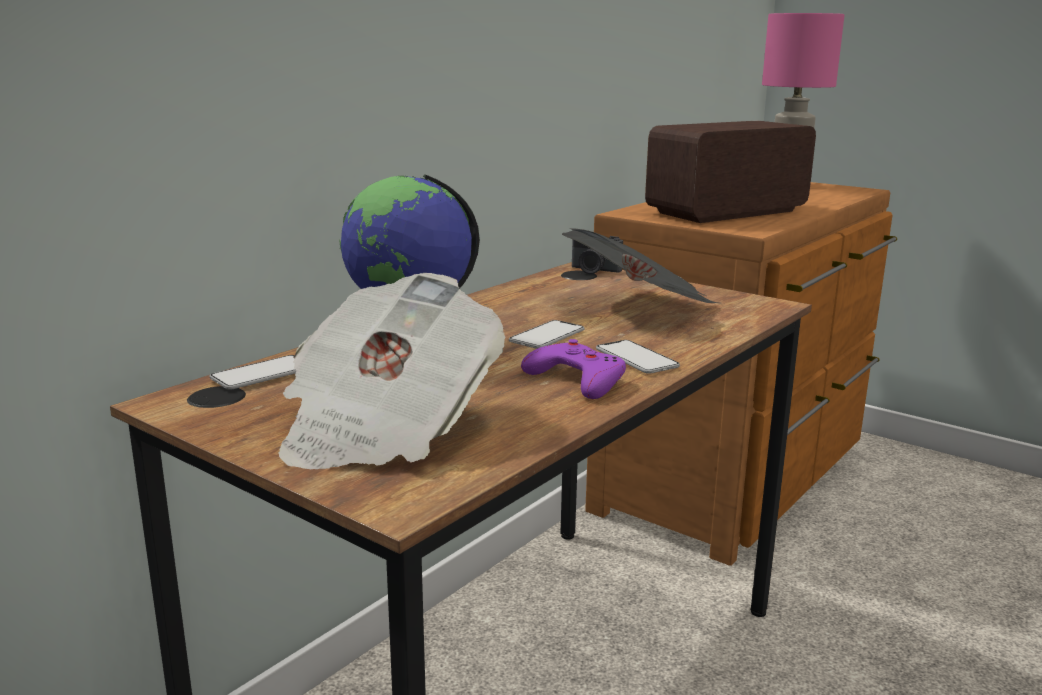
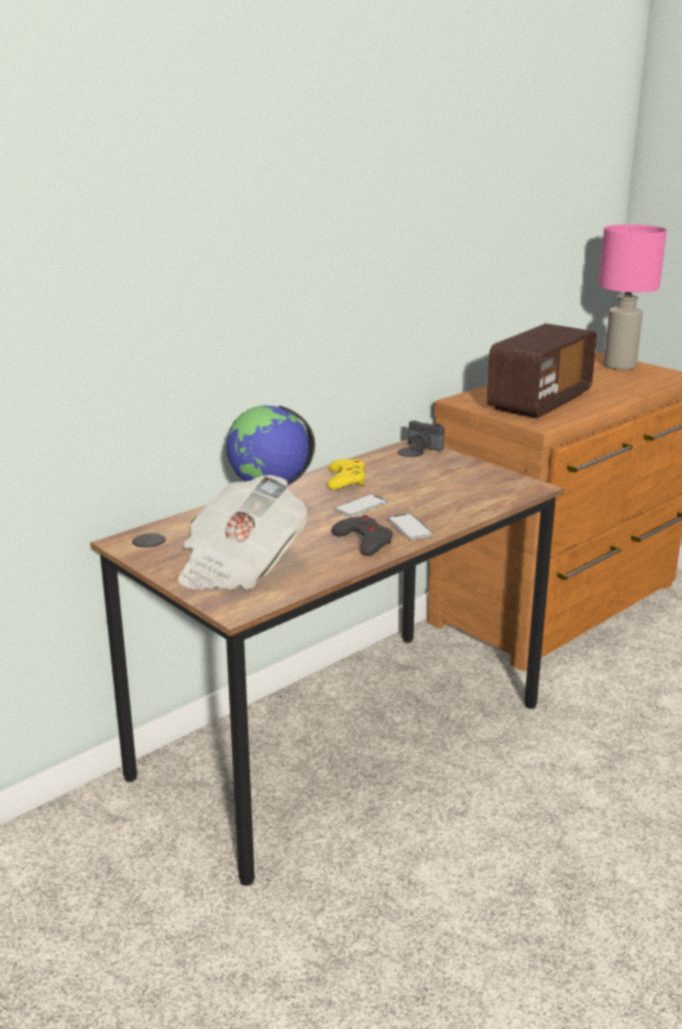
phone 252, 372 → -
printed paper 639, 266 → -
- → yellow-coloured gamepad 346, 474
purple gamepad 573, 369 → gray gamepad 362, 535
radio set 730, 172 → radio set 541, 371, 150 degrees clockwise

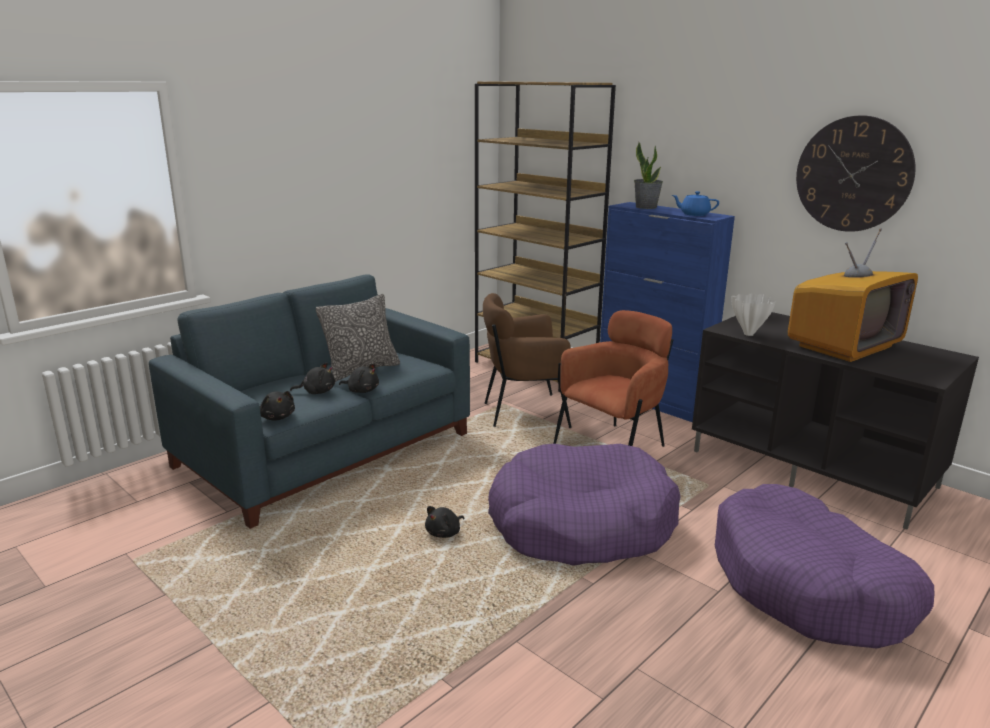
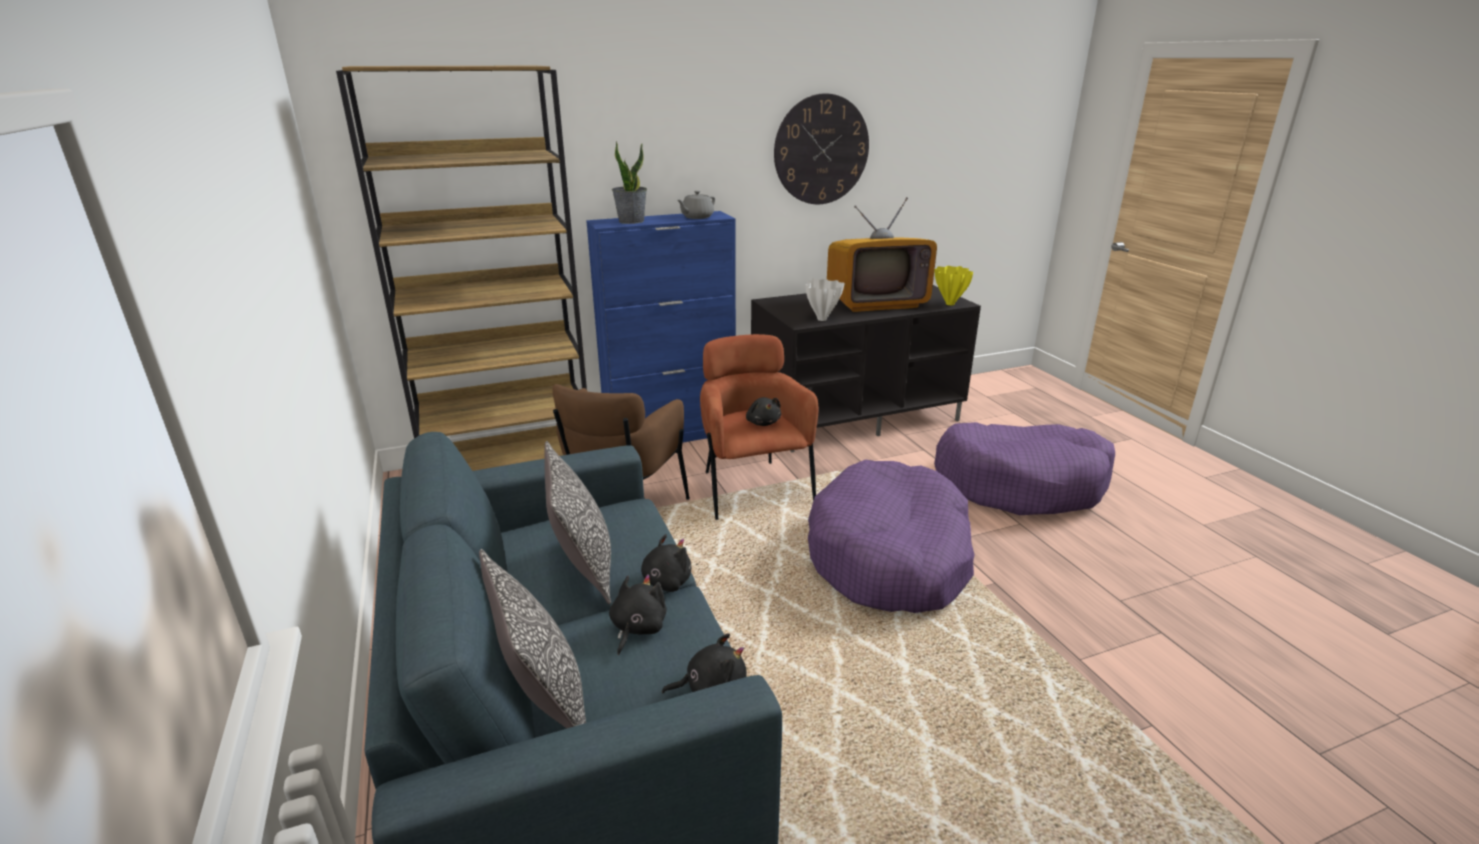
- → cushion 532, 639
- → yellow-coloured flower vase 954, 285
blackish cuddly toy 444, 522 → blackish cuddly toy 763, 411, relocated
blue-coloured teapot 695, 203 → gray teapot 696, 205
TV 853, 295 → TV 882, 254, 90 degrees clockwise

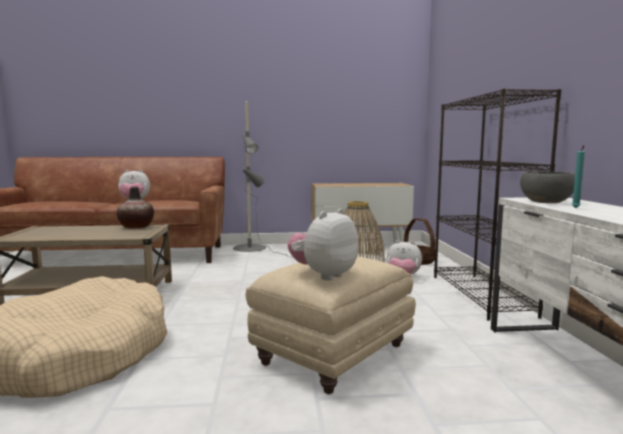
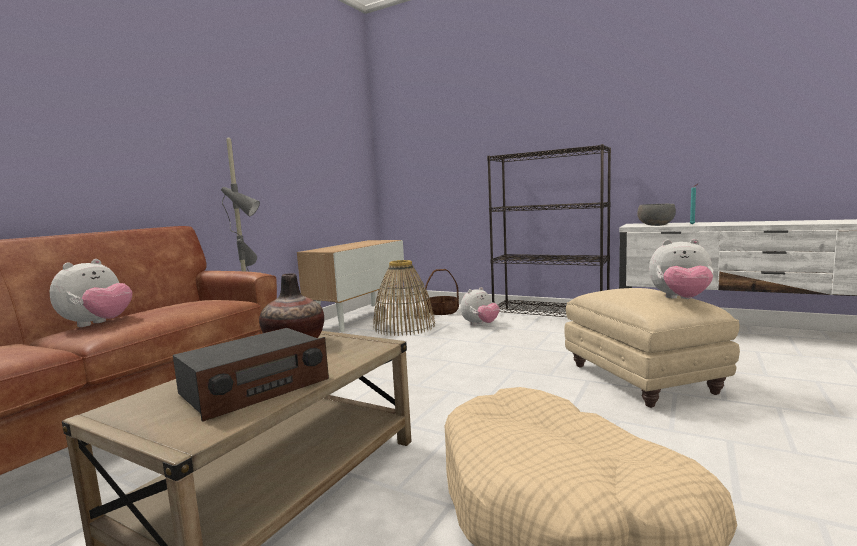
- → radio set 251, 375
cuddly toy 323, 244 → cuddly toy 681, 269, 60 degrees counterclockwise

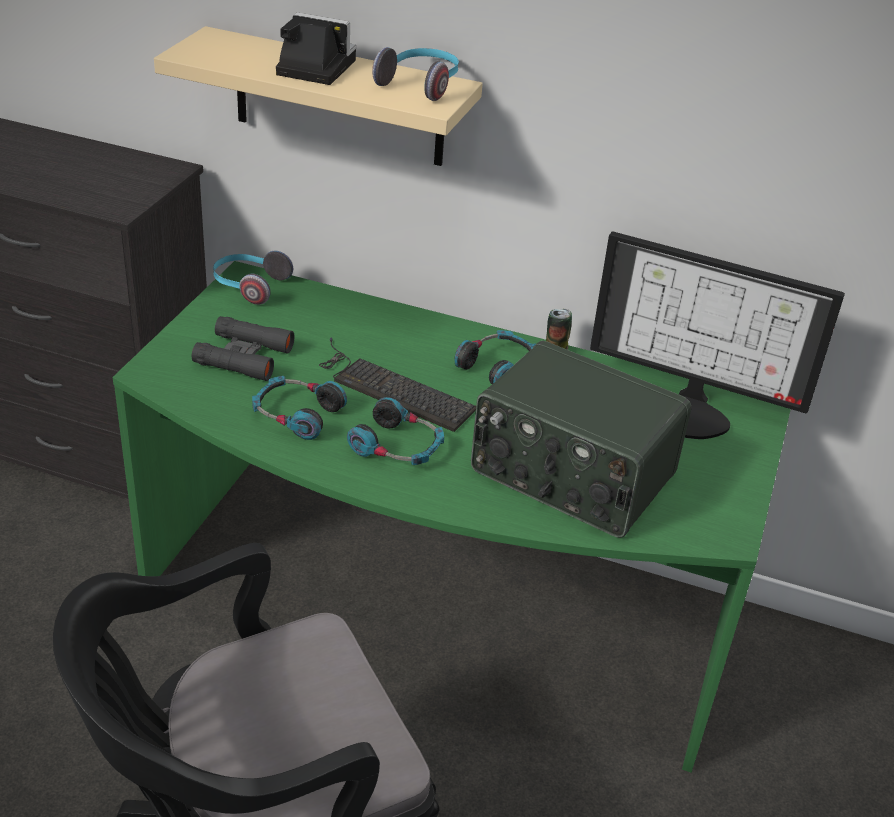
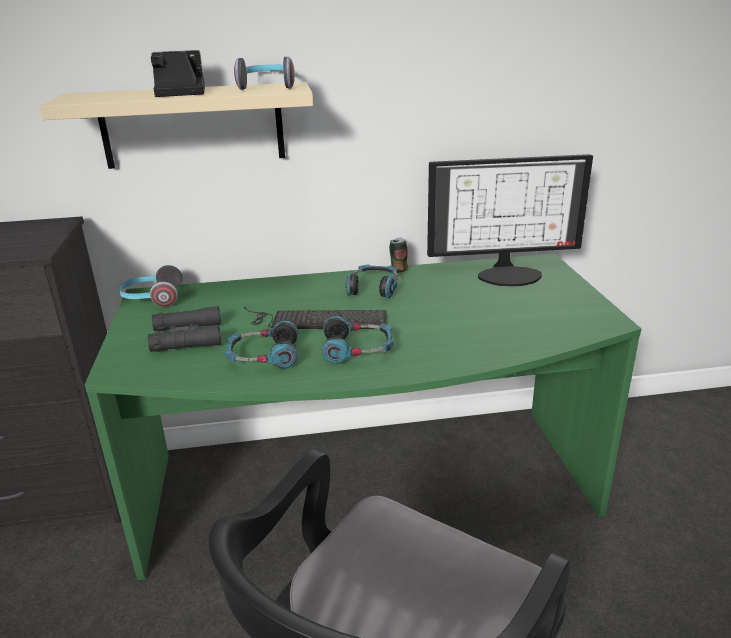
radio set 581, 439 → -

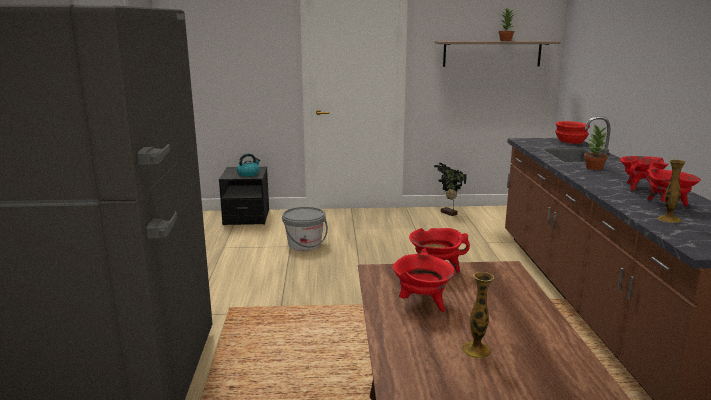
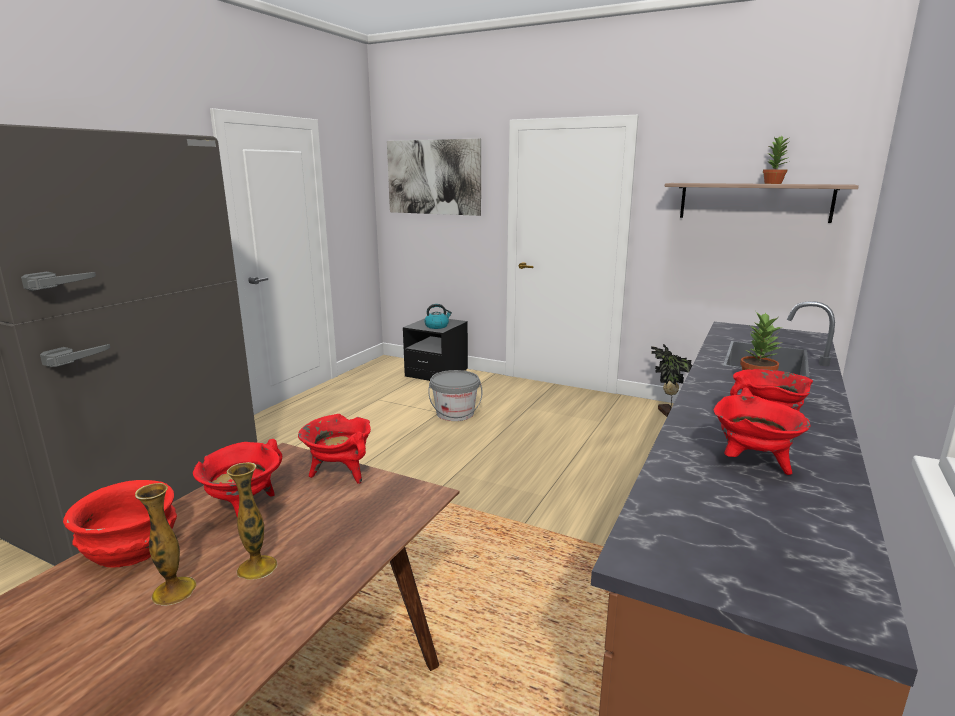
- → picture 434, 177
reddish serving bowl 572, 132 → reddish serving bowl 120, 523, relocated
flower vase 672, 191 → flower vase 252, 521, relocated

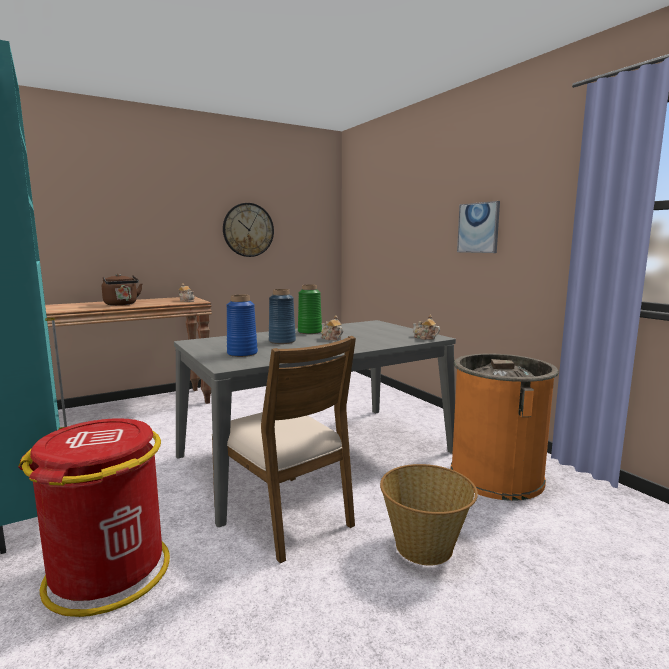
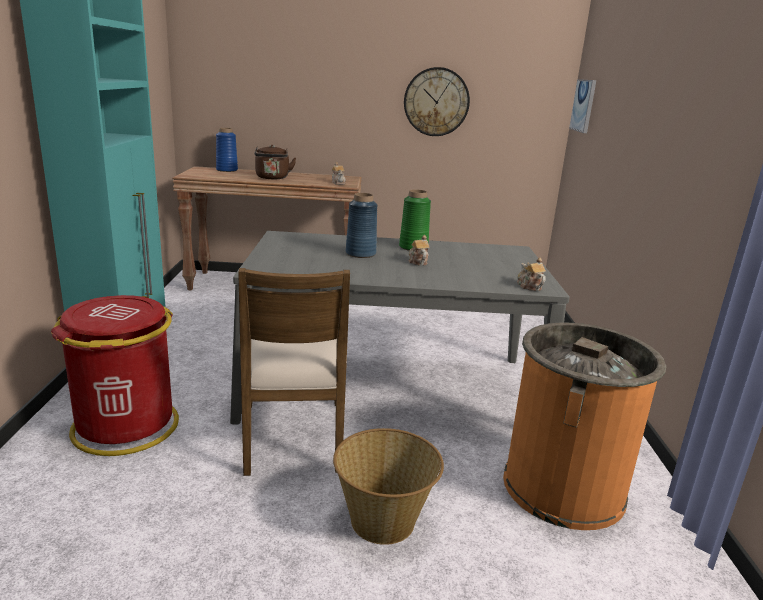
blue-coloured flower vase 242, 326 → blue-coloured flower vase 227, 150, relocated
picture 478, 227 → picture 582, 106, relocated

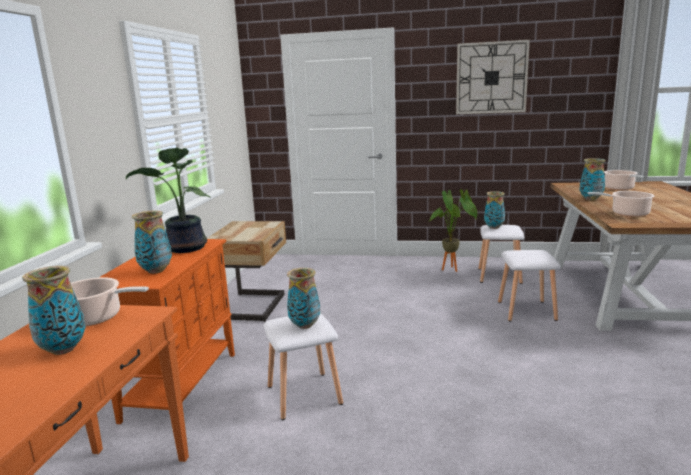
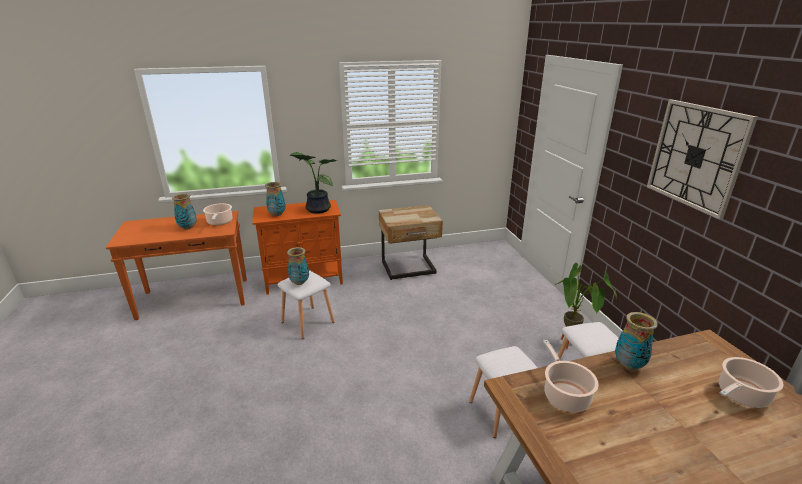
flower vase 494, 210 → -

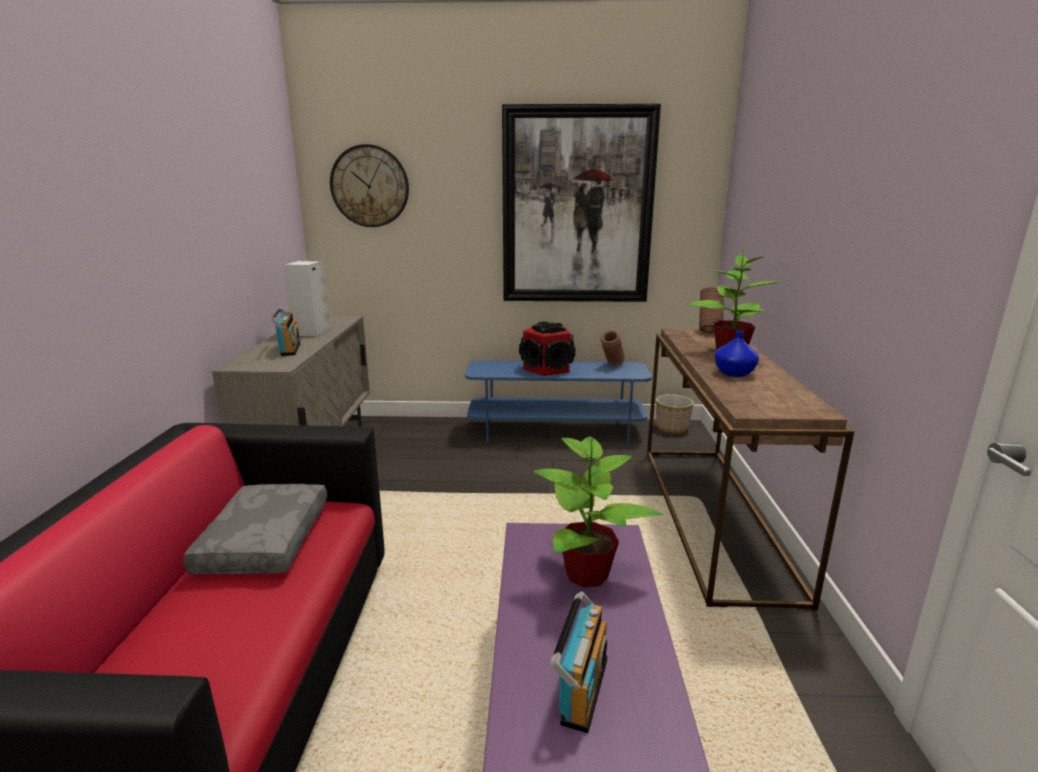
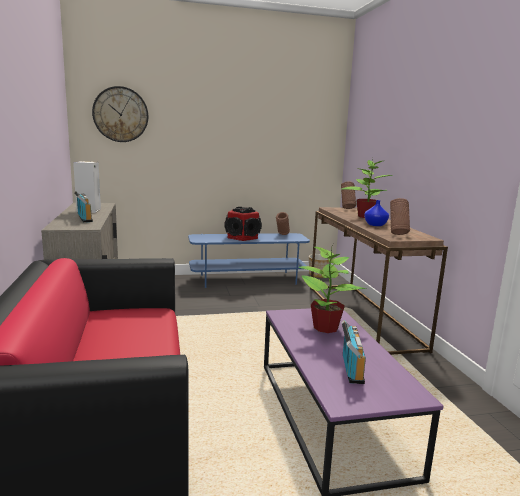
gray cushion 255, 529 → -
picture 581, 203 → -
- → brown-coloured flower vase 400, 216

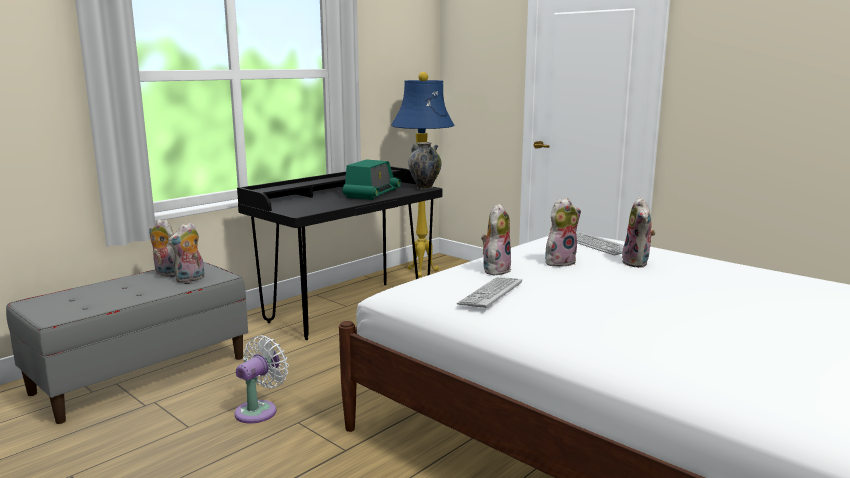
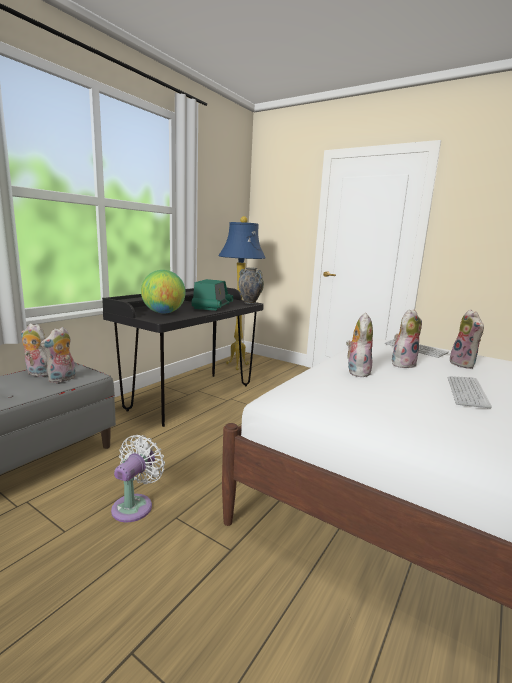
- → desk globe 163, 292
keyboard 489, 292 → keyboard 469, 392, relocated

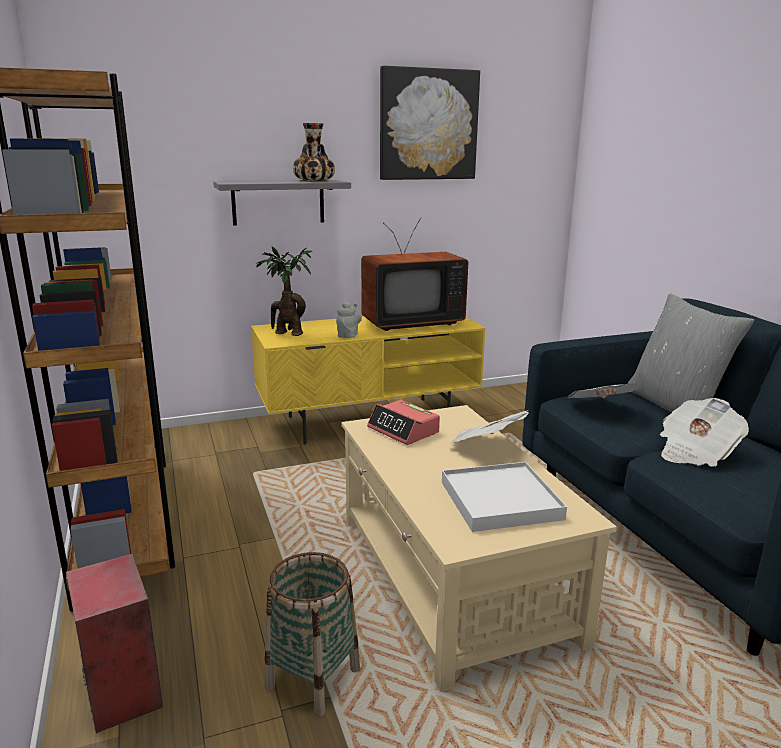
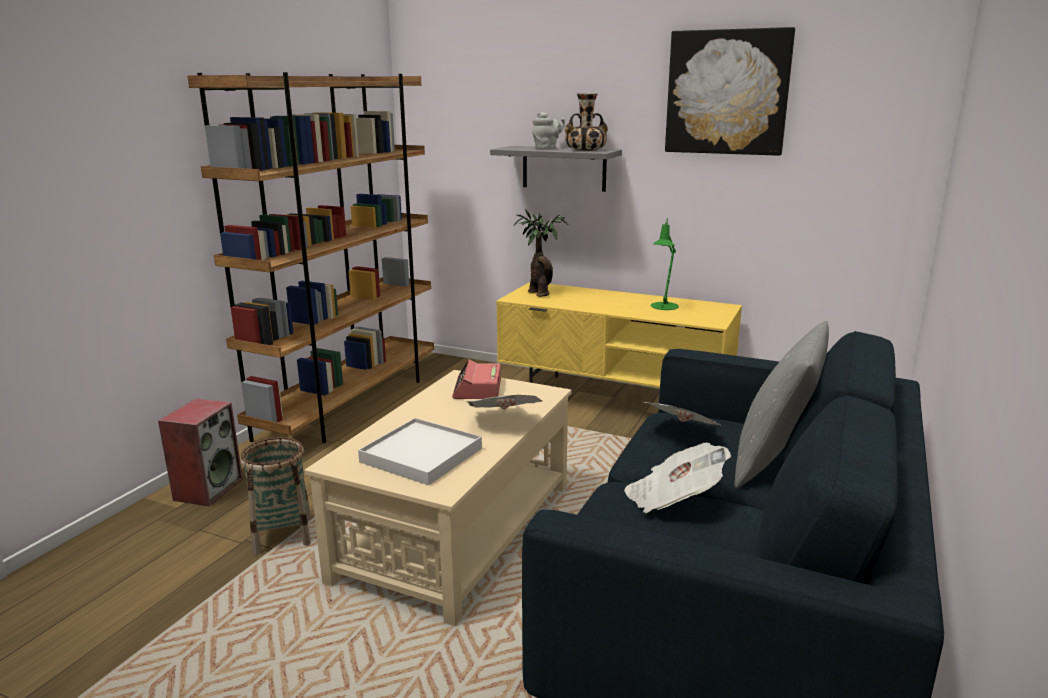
gray teapot 349, 319 → gray teapot 548, 130, relocated
TV 414, 274 → green-coloured lamp for a table 665, 264

